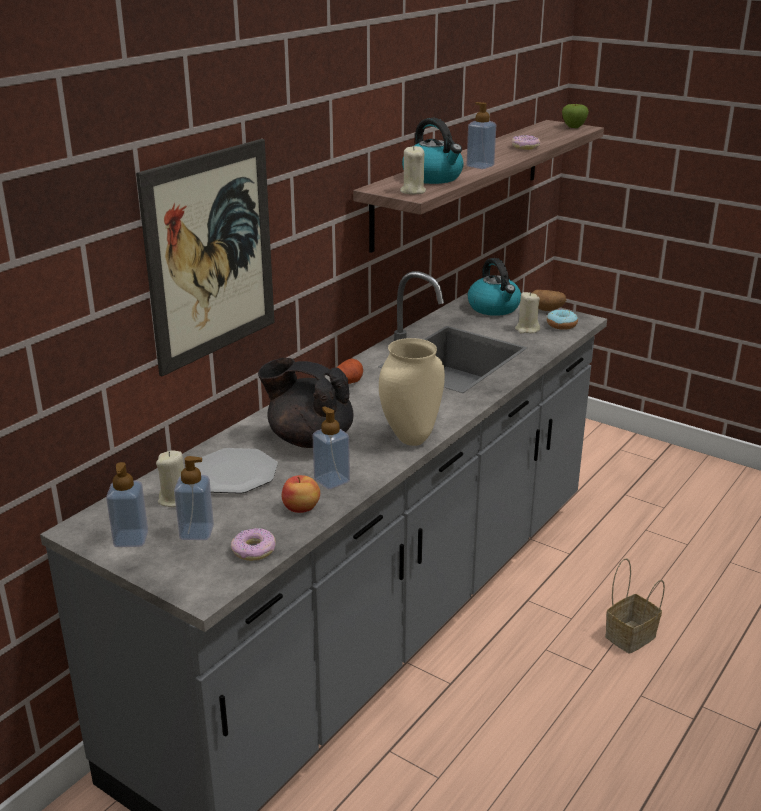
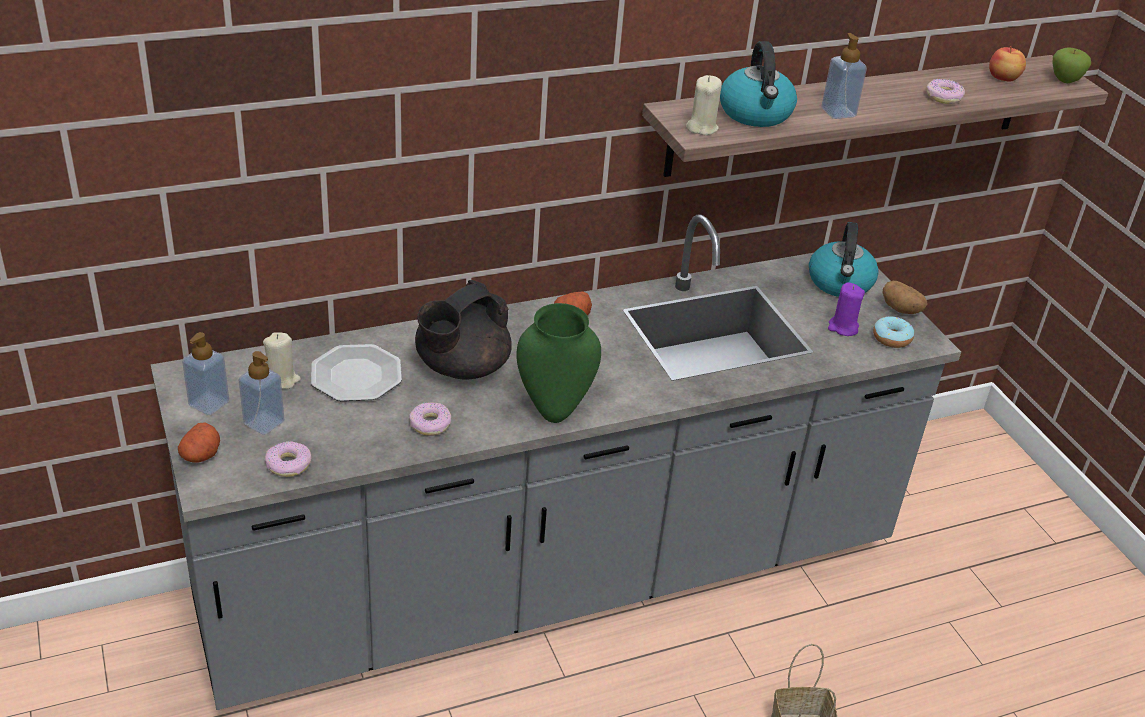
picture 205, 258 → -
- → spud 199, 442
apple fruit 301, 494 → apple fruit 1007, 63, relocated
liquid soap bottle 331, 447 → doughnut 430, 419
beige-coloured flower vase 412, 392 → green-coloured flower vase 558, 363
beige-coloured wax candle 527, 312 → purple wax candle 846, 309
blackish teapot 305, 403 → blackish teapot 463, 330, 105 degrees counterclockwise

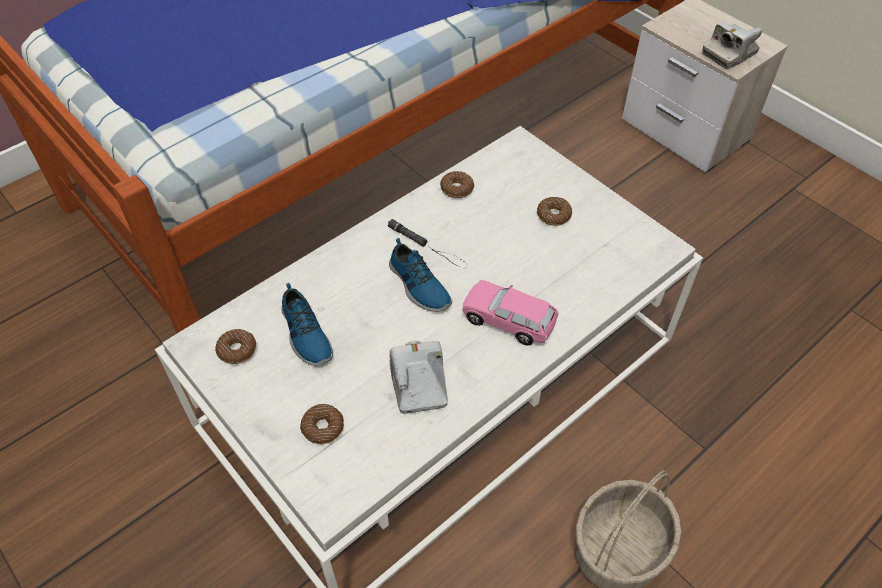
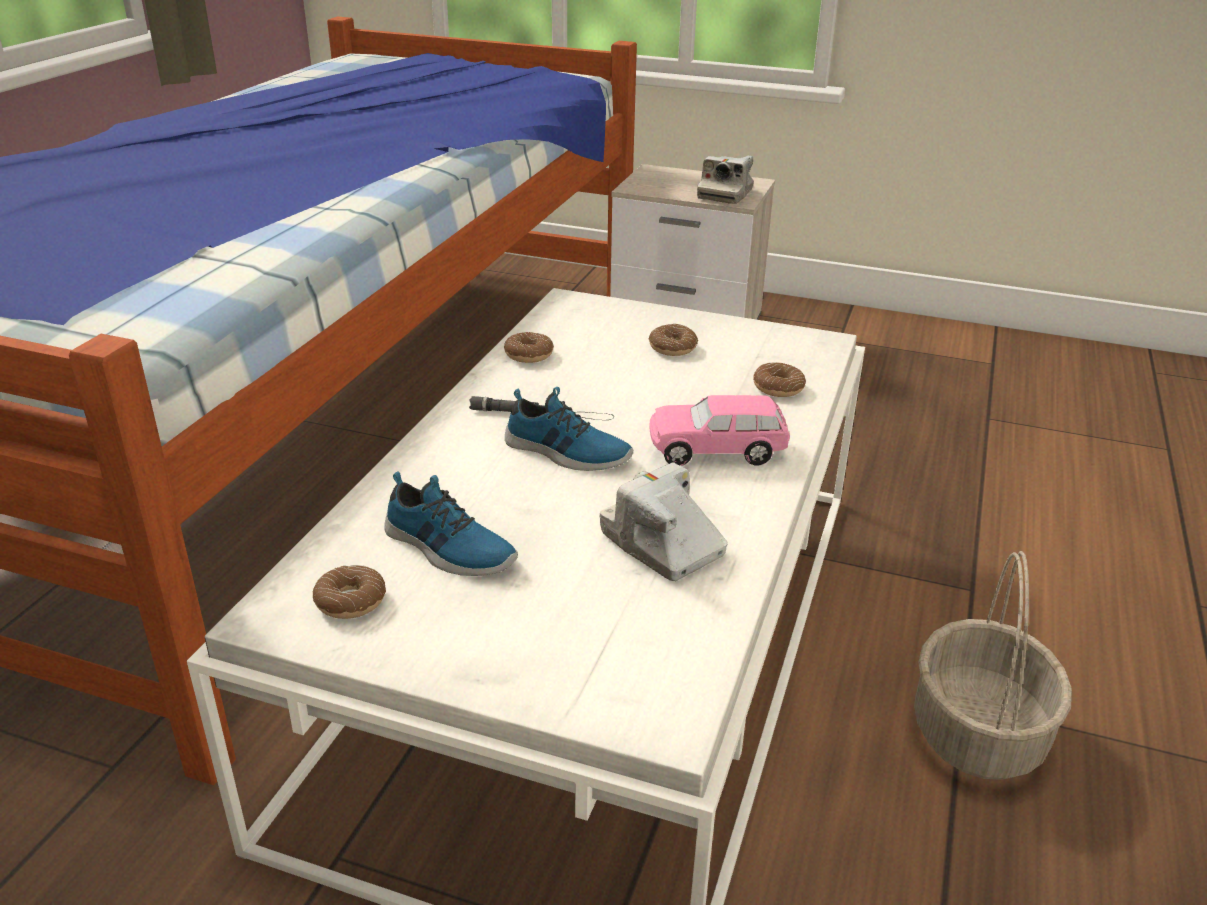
doughnut 322, 424 → doughnut 779, 379, relocated

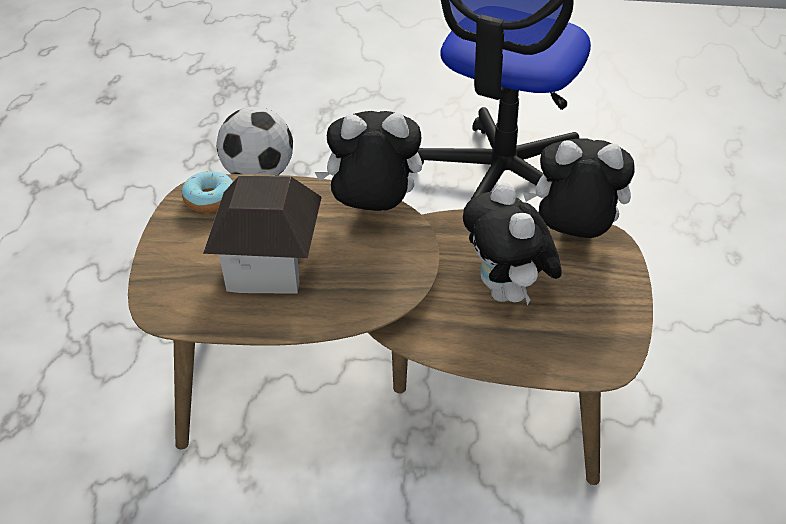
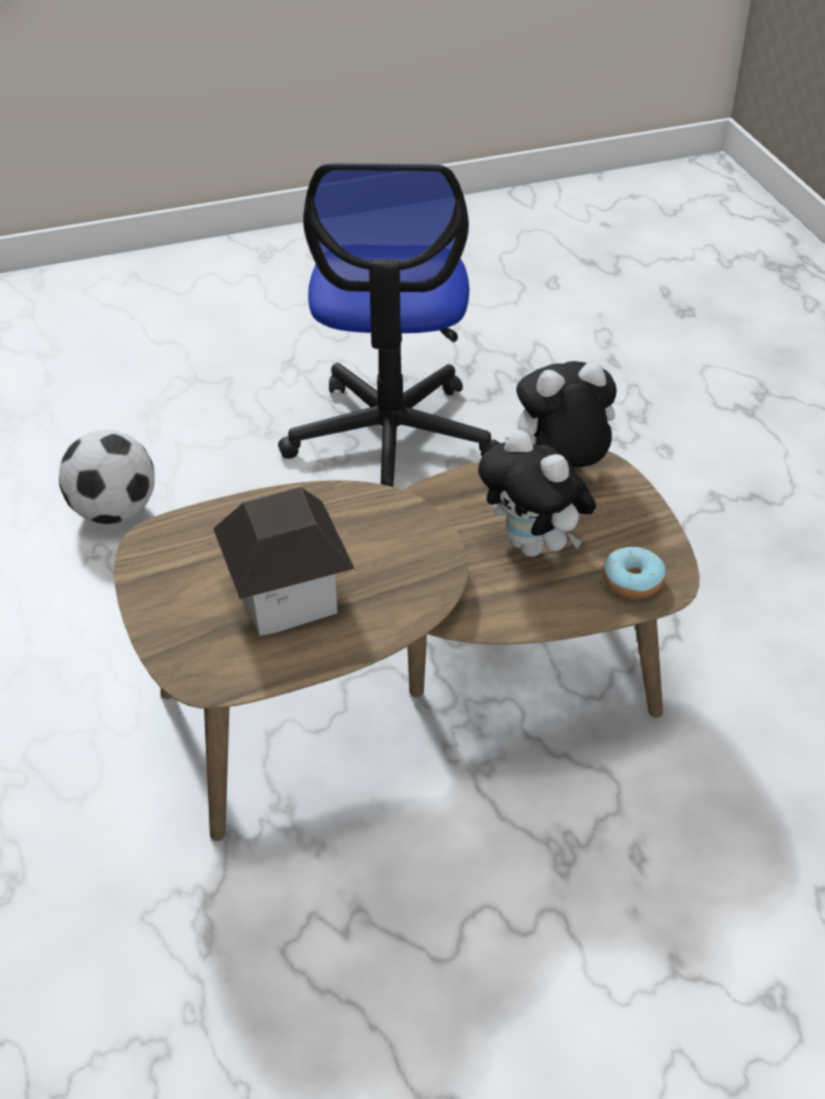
cuddly toy 368, 161 → -
doughnut 207, 191 → doughnut 634, 573, relocated

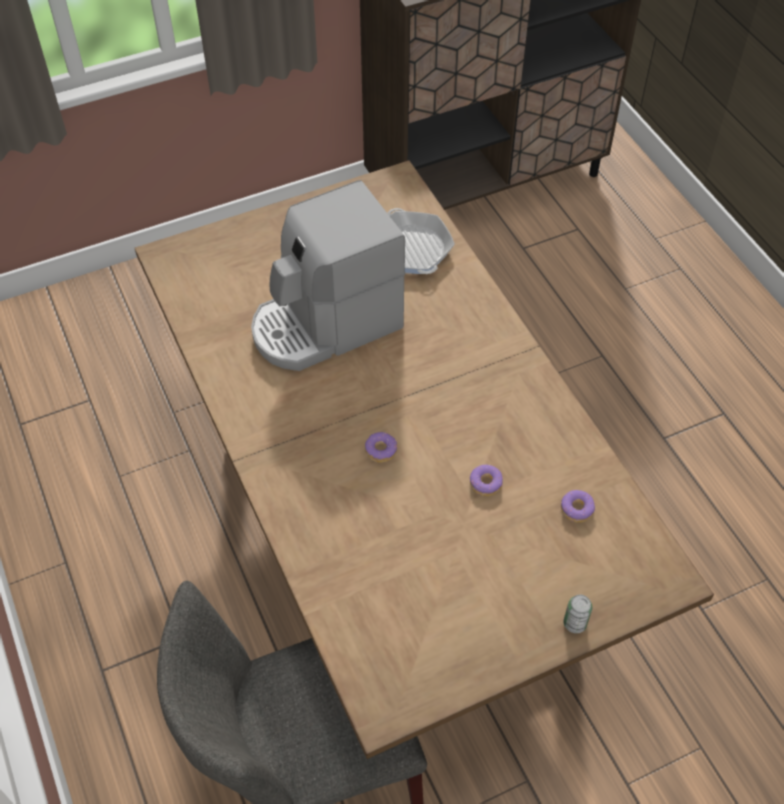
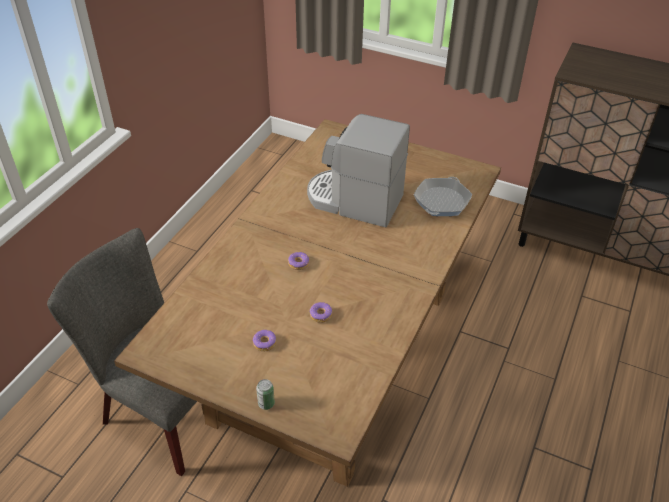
doughnut 578, 506 → doughnut 264, 340, relocated

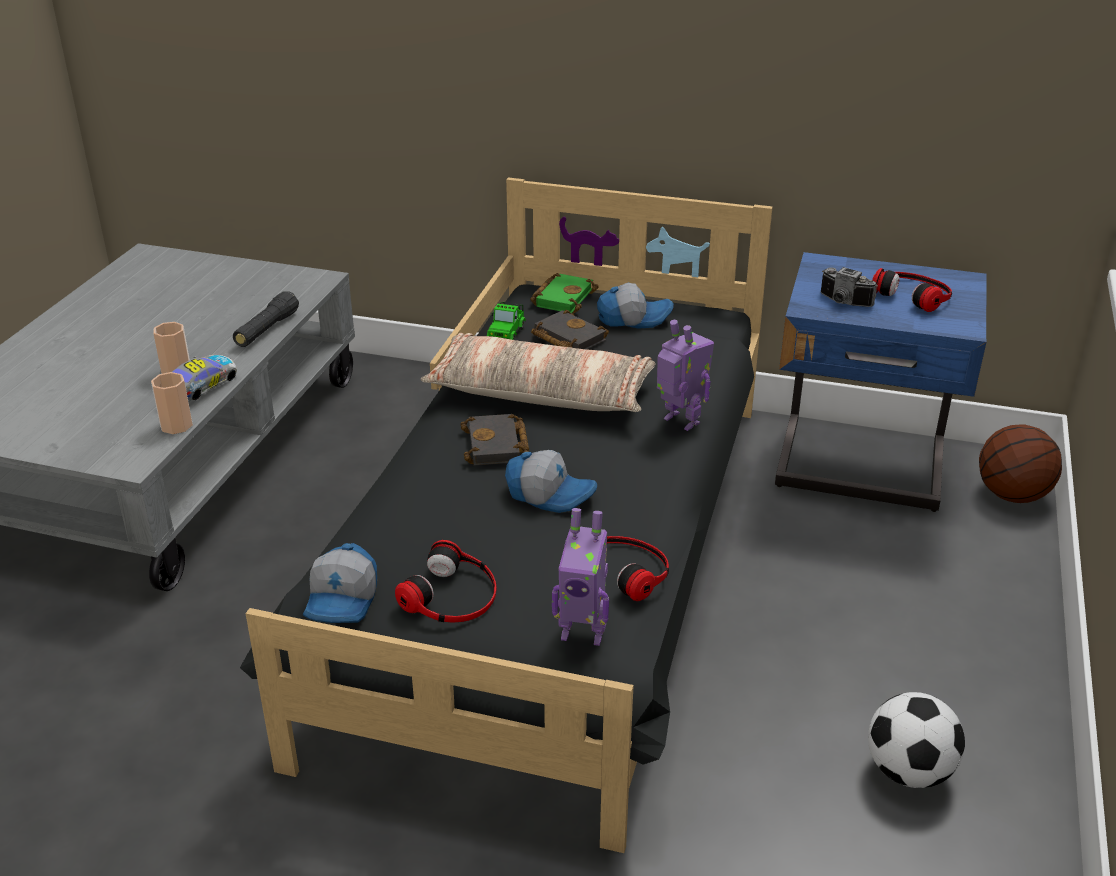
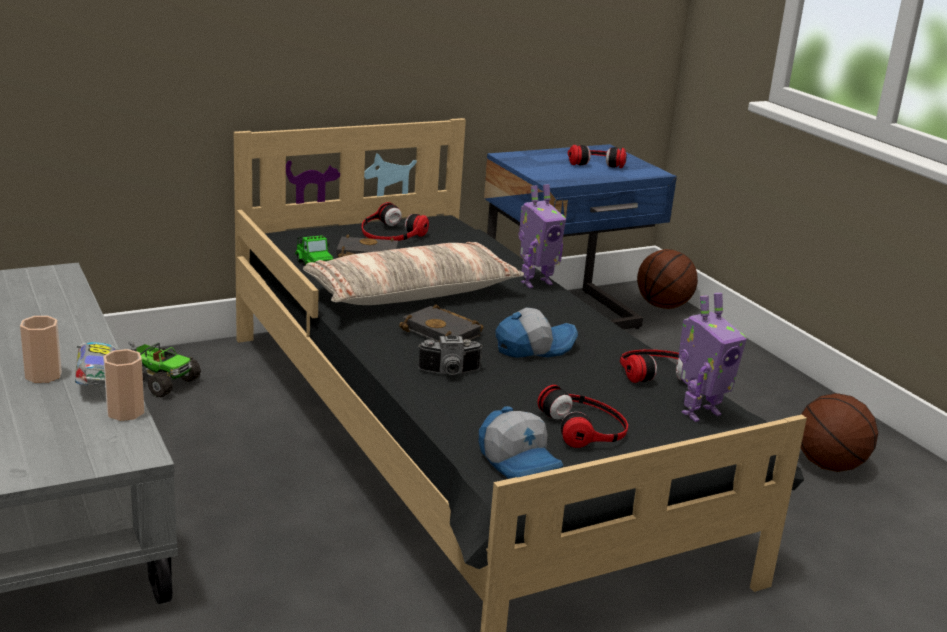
blackish flashlight 266, 319 → -
green-coloured book 564, 293 → -
- → toy truck 164, 369
photo camera 849, 287 → photo camera 450, 355, relocated
baseball cap 635, 306 → headset 395, 221
football ball 916, 740 → ball for basketball 839, 432
robot figure 685, 375 → robot figure 542, 236, 150 degrees clockwise

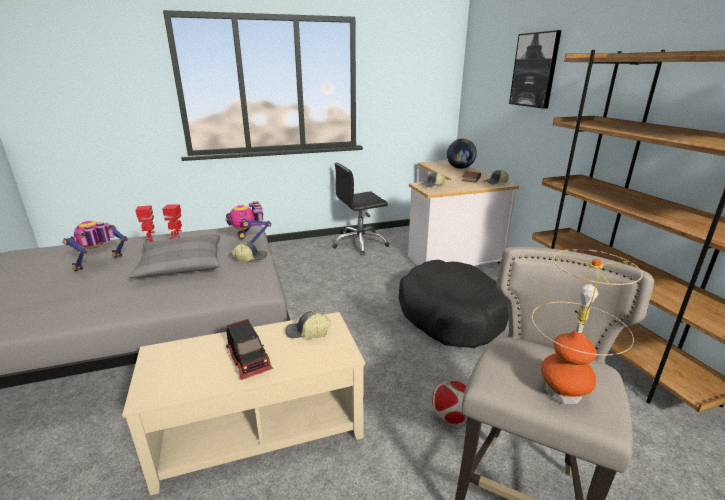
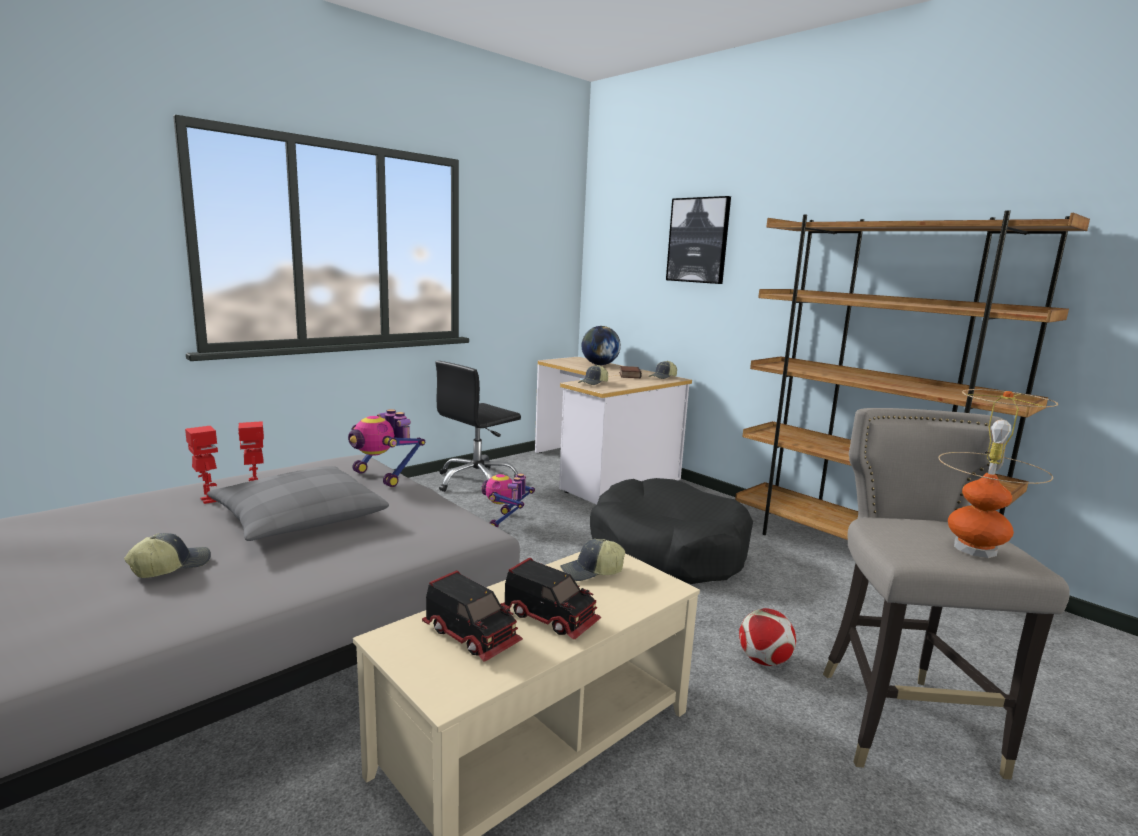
- → toy truck 472, 616
robot figure 95, 246 → robot figure 508, 501, relocated
baseball cap 249, 252 → baseball cap 167, 555, relocated

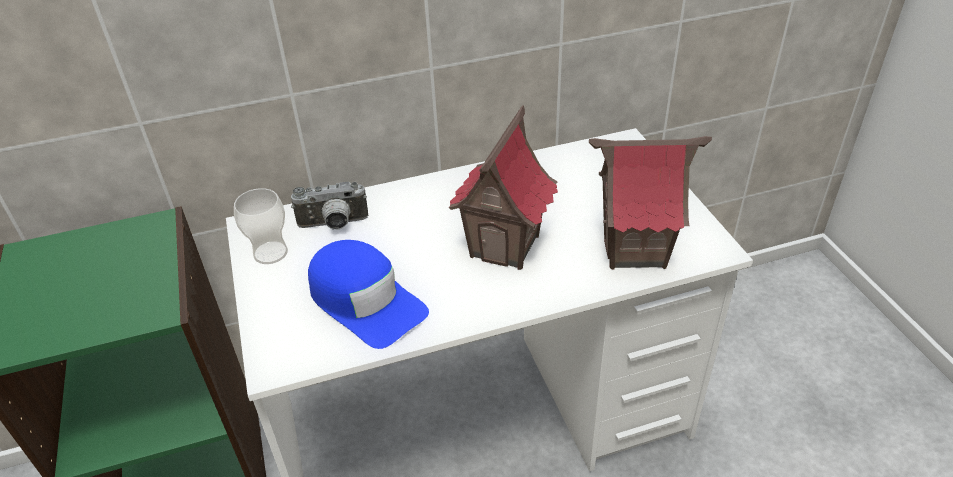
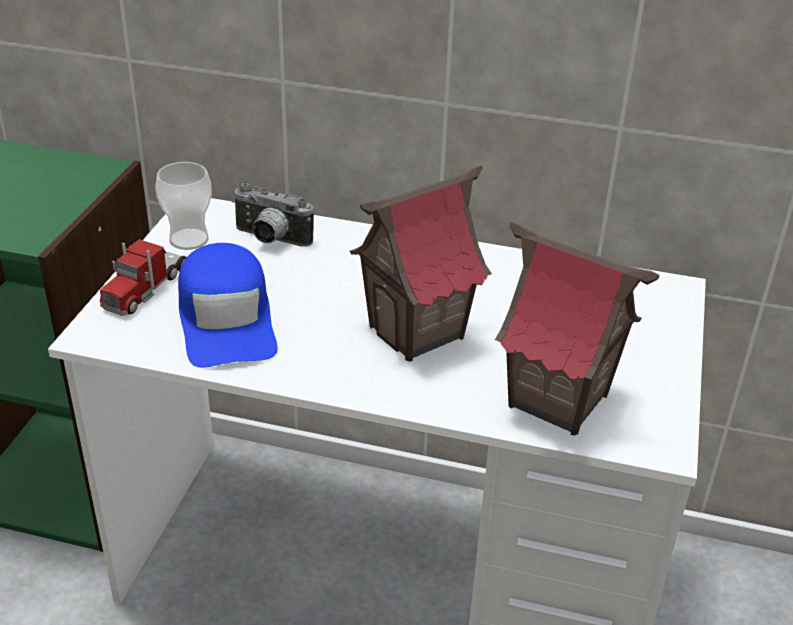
- → toy truck 143, 277

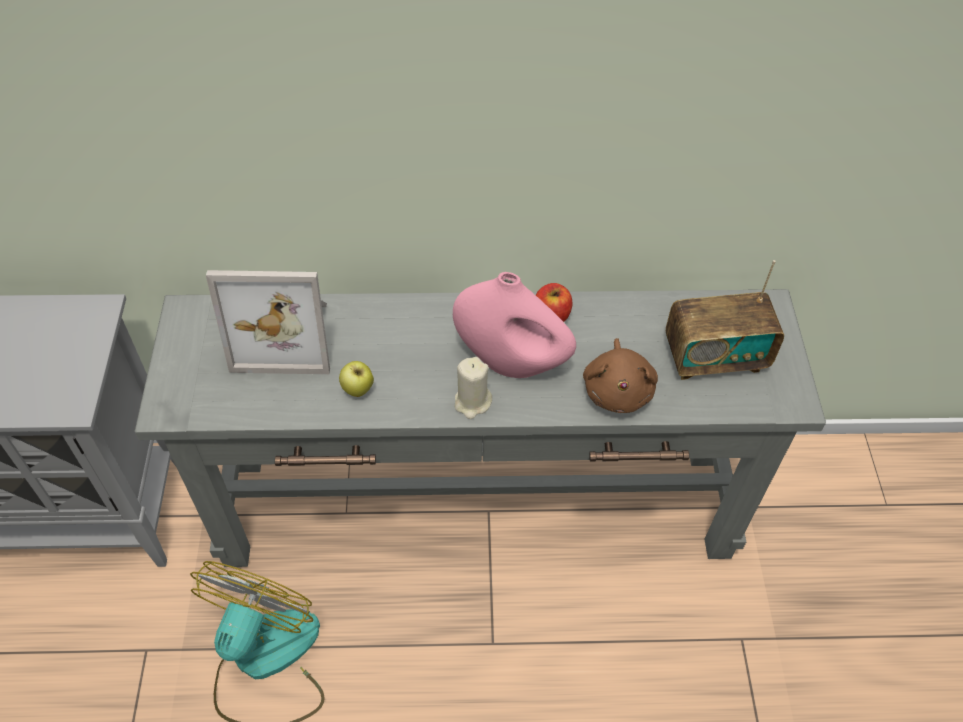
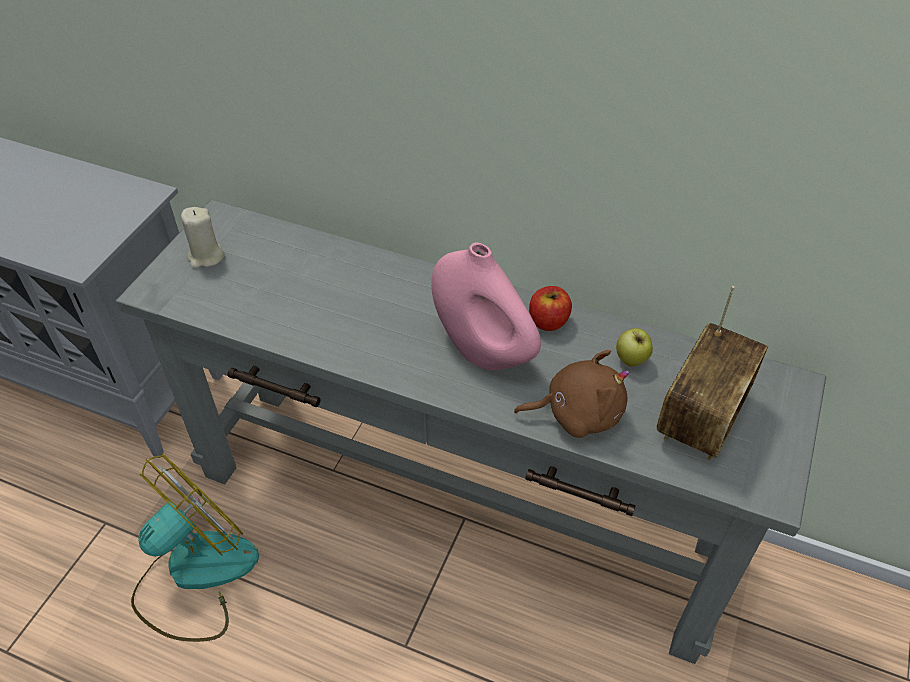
photo frame 268, 322 → -
apple fruit 356, 379 → apple fruit 634, 347, relocated
beige-coloured wax candle 473, 388 → beige-coloured wax candle 203, 237, relocated
brown-coloured cuddly toy 620, 375 → brown-coloured cuddly toy 571, 394, 120 degrees counterclockwise
radio set 725, 320 → radio set 712, 373, 75 degrees counterclockwise

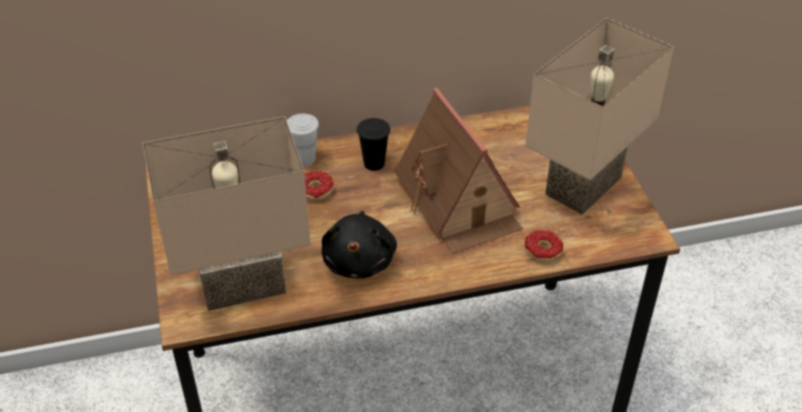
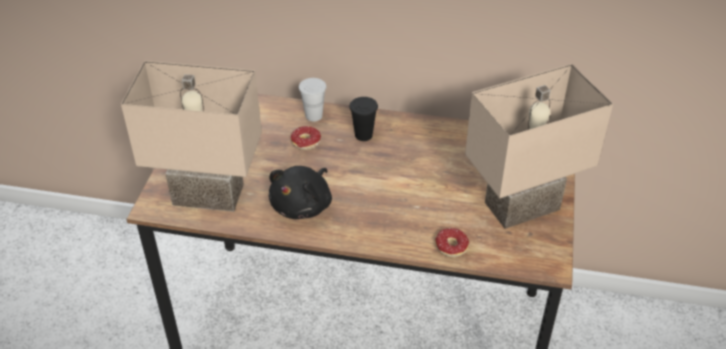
miniature house 458, 171 → -

